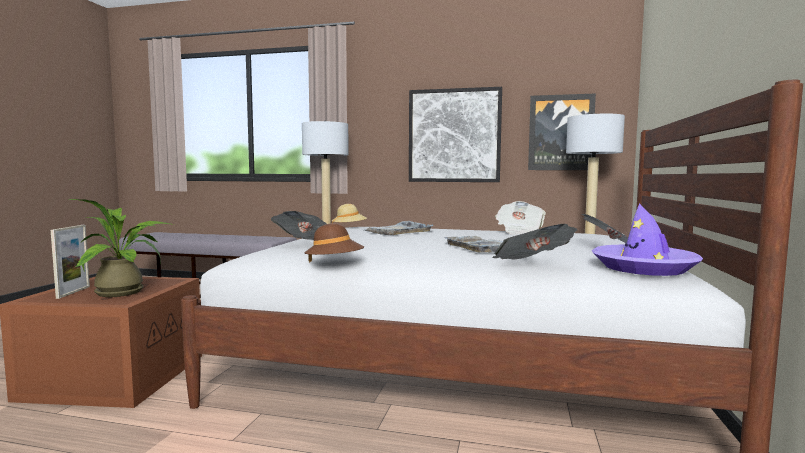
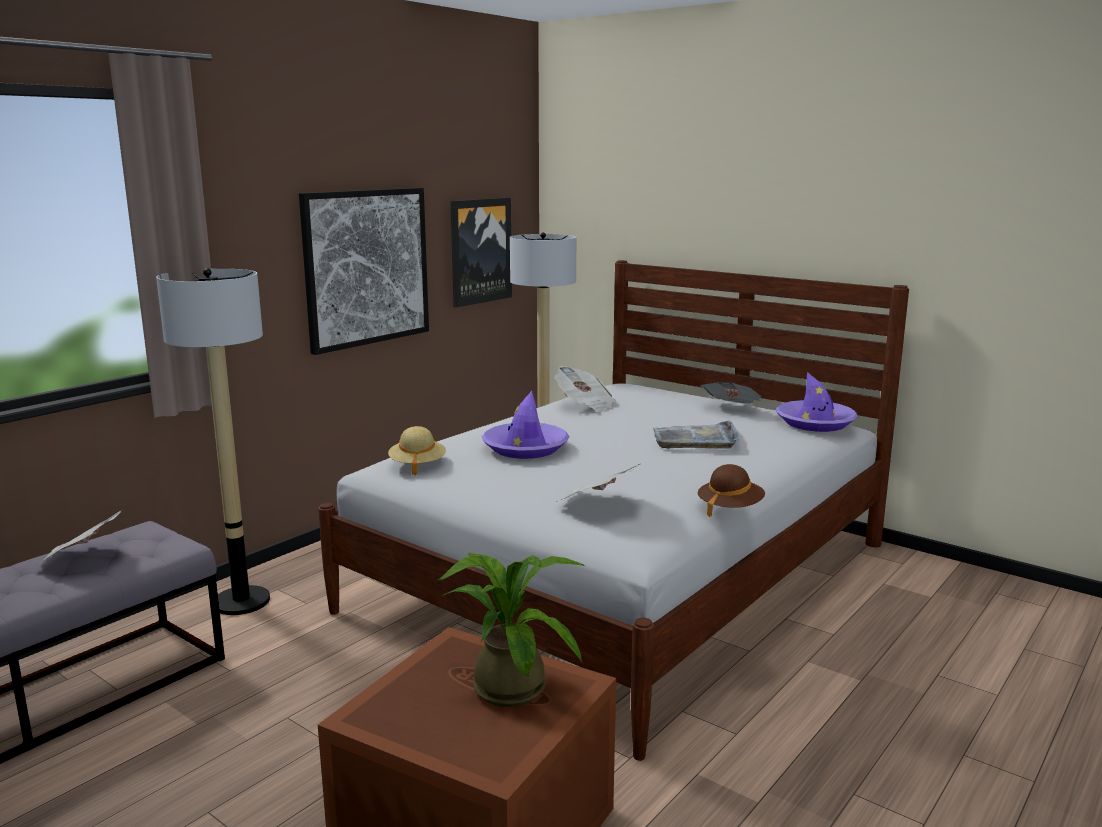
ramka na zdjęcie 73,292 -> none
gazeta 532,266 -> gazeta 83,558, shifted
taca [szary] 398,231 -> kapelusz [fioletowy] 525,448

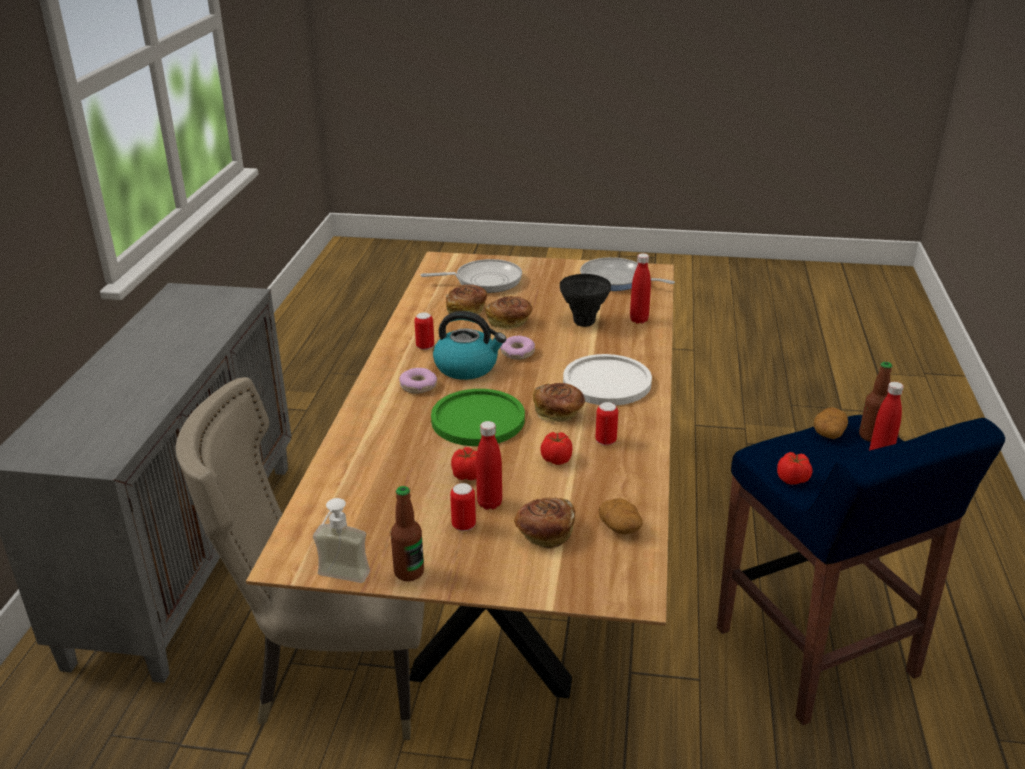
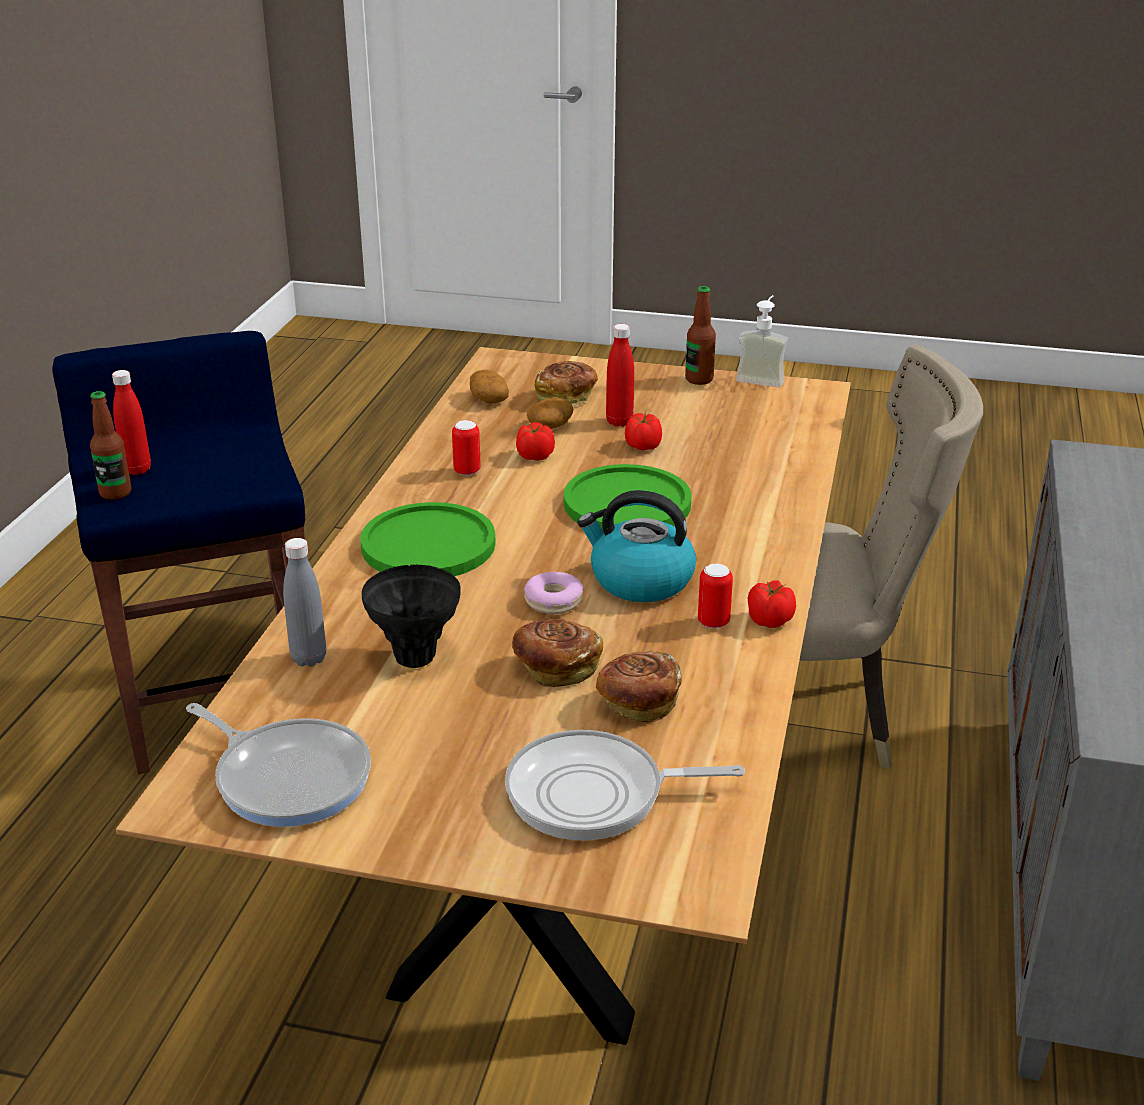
donut 418,386 -> none
puszka 463,525 -> none
chleb 559,413 -> none
pomidor 793,479 -> pomidor 769,620, shifted
ziemniak 828,432 -> ziemniak 550,426, shifted
talerz [biały] 607,382 -> talerz [zielony] 428,545
butelka [czerwony] 639,320 -> butelka [szary] 309,658

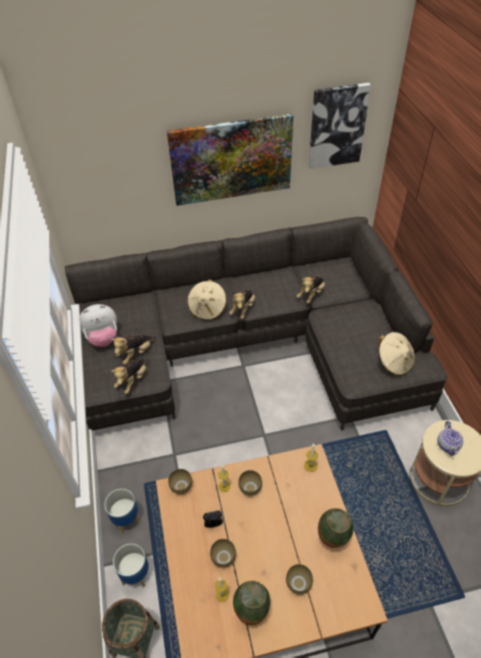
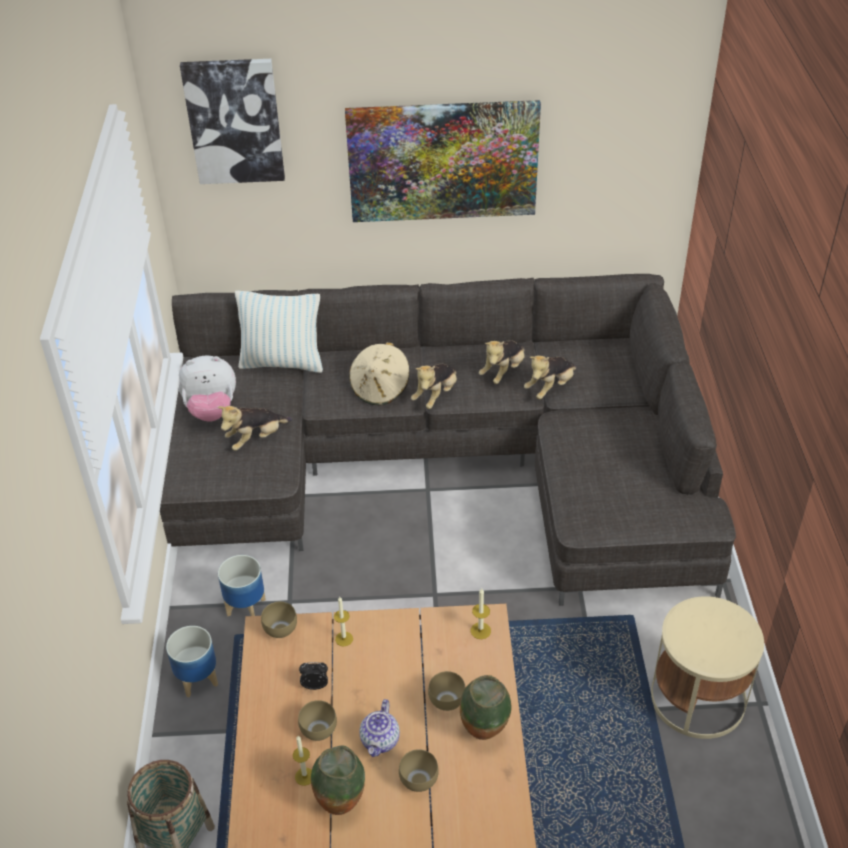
kapelusz [beżowy] 394,362 -> none
none -> poduszka 282,363
pluszak 133,380 -> pluszak 503,371, shifted
donica 135,574 -> donica 245,607, shifted
miska [brązowy] 251,487 -> miska [brązowy] 448,700, shifted
obraz 337,126 -> obraz 234,121, shifted
imbryk 448,445 -> imbryk 380,741, shifted

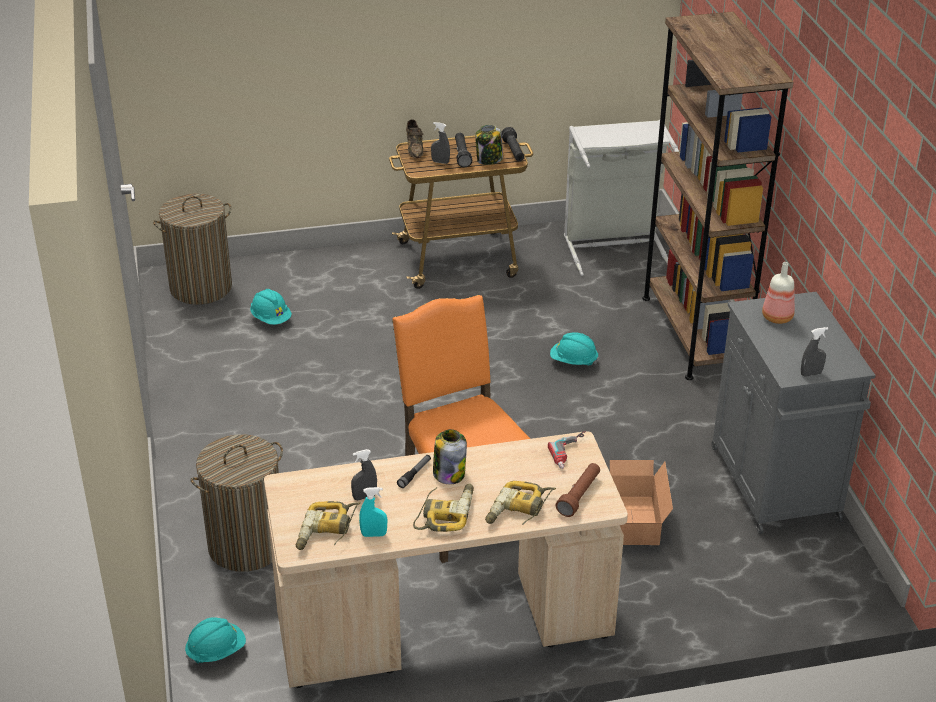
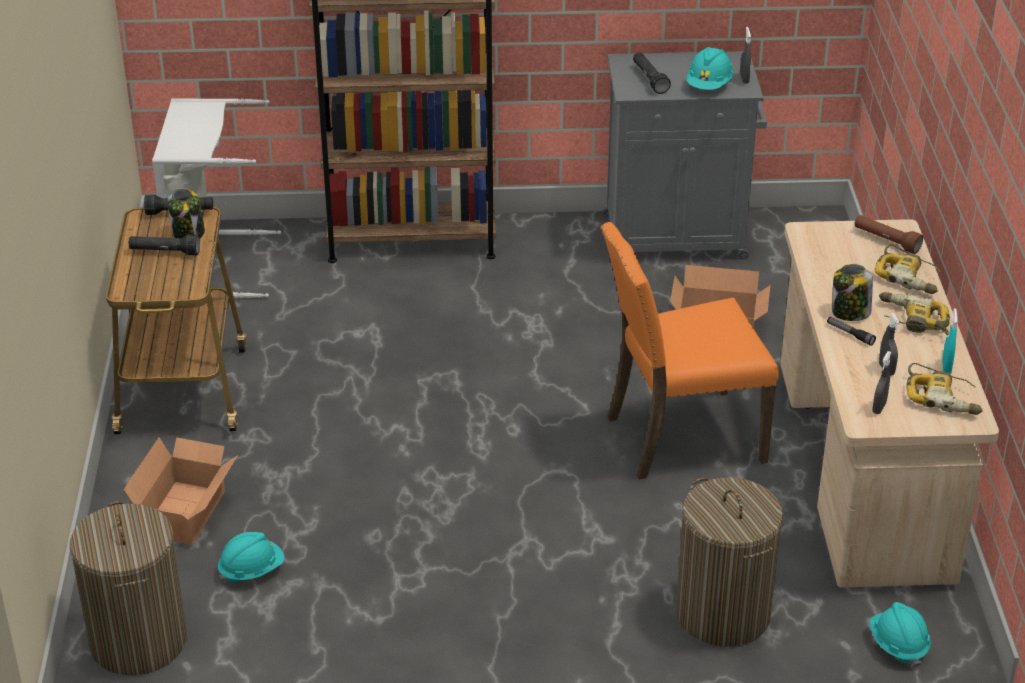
but [brązowy] 414,148 -> none
wiertarka 572,453 -> none
none -> karton 187,512
spryskiwacz [szary] 440,162 -> spryskiwacz [szary] 879,408, shifted
kask [turkusowy] 573,361 -> kask [turkusowy] 709,85, shifted
butelka 778,317 -> latarka [czarny] 649,79

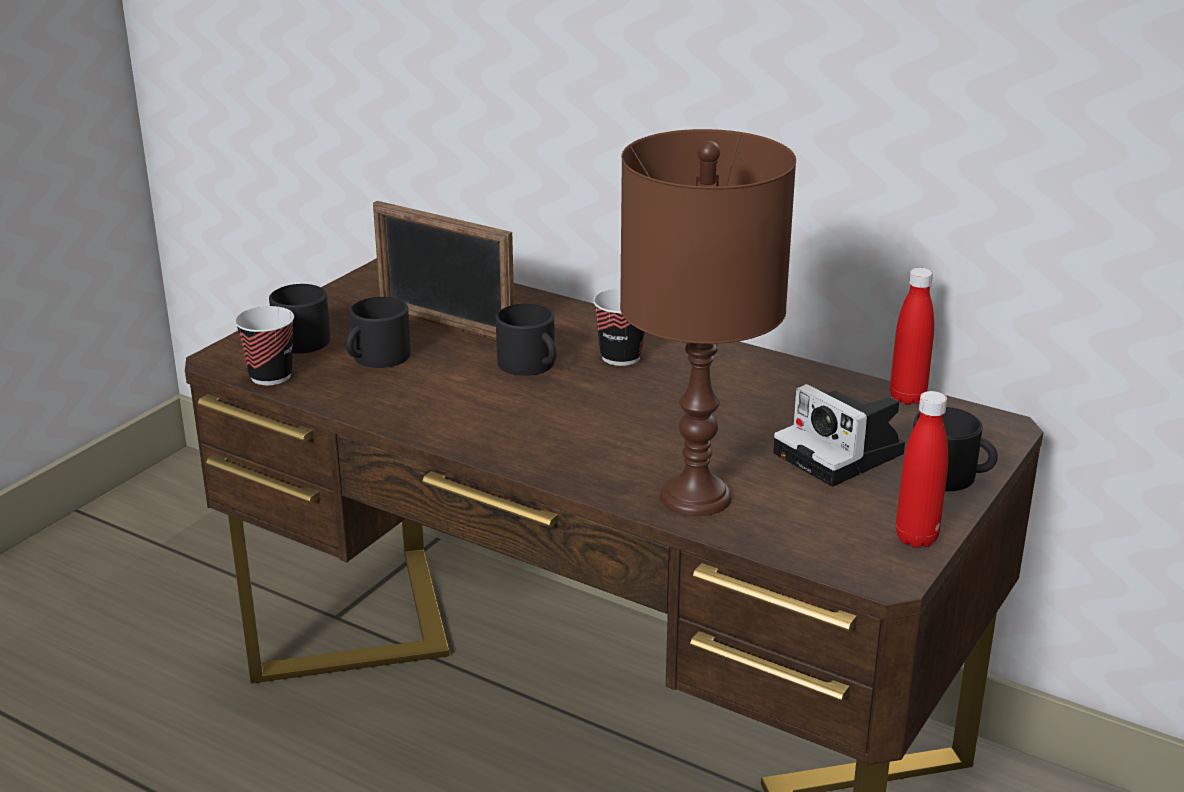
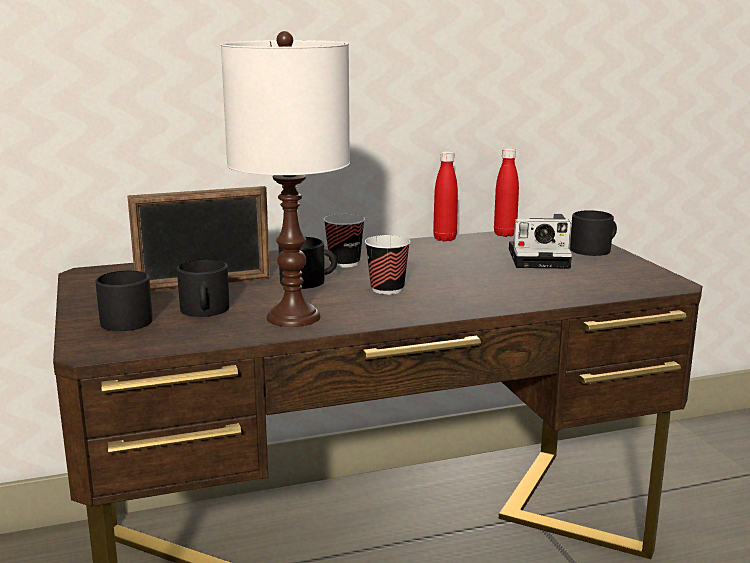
lampa stołowa [brązowy] 695,496 -> none
none -> lampa stołowa [biały] 293,317
filiżanka 271,376 -> filiżanka 387,289, shifted
butelka [czerwony] 916,538 -> butelka [czerwony] 444,239, shifted

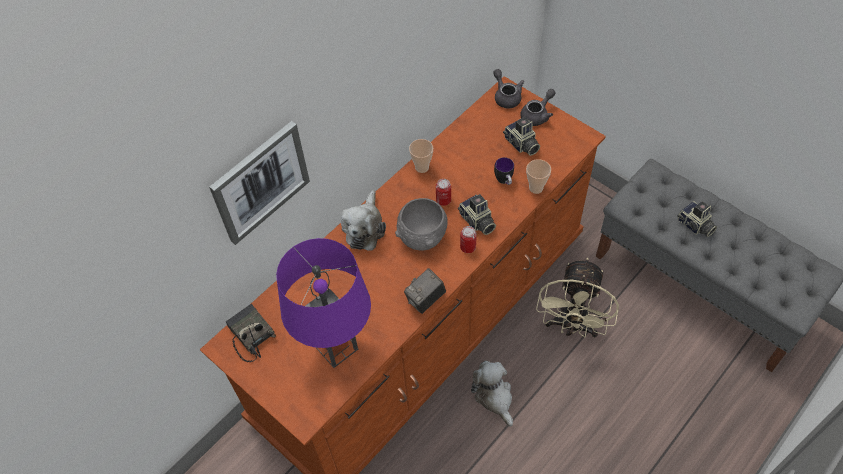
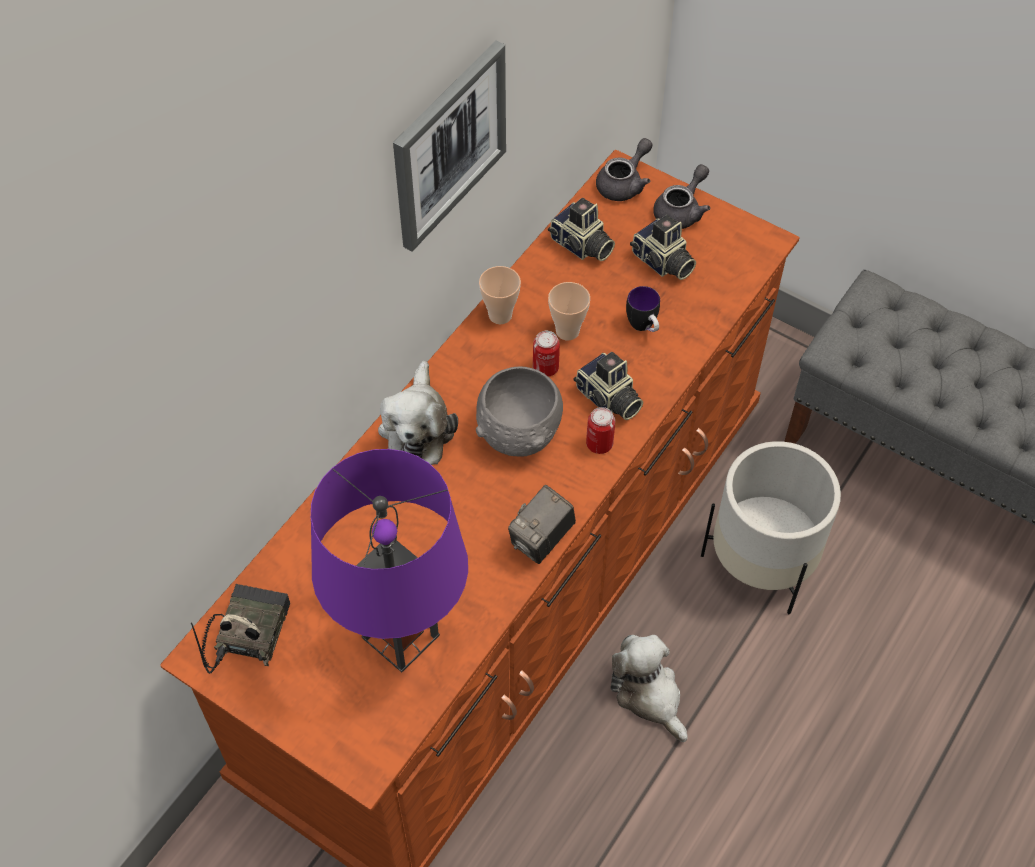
obraz 260,182 -> obraz 448,145, shifted
filiżanka 536,188 -> filiżanka 567,331, shifted
aparat fotograficzny 695,226 -> aparat fotograficzny 581,246, shifted
wentylator [beżowy] 571,326 -> donica [biały] 761,563
radio 250,336 -> radio 246,632, 60 degrees clockwise
imbryk [szary] 506,96 -> imbryk [szary] 624,184, 75 degrees clockwise

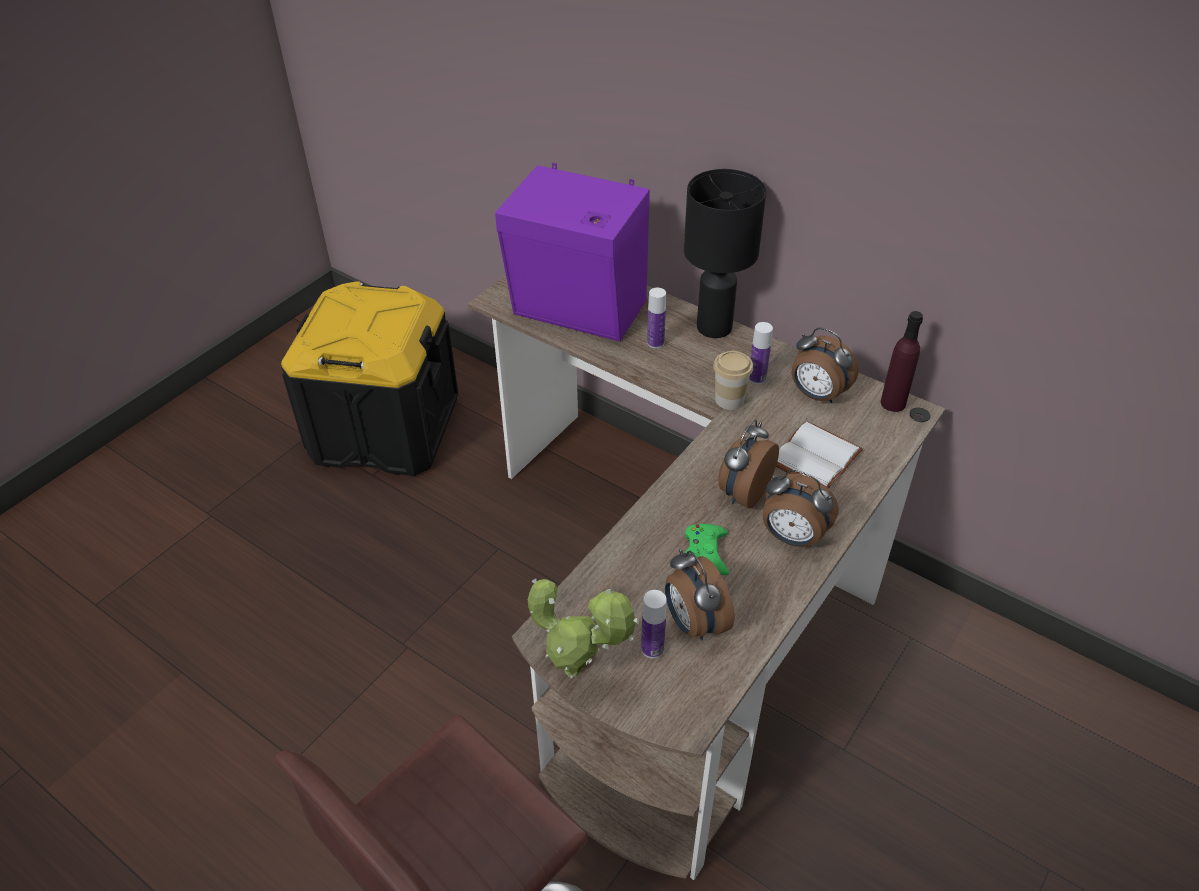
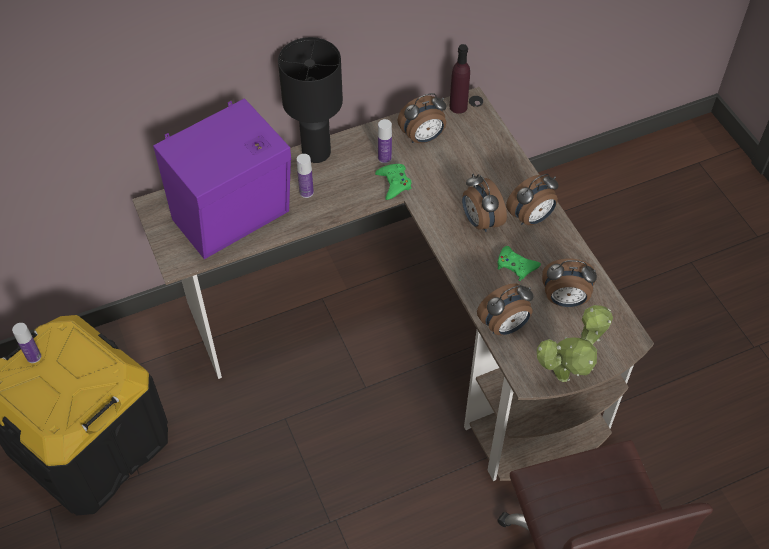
książka [biały] 814,456 -> none
none -> budzik 504,326
butelka 652,648 -> butelka 34,357, shifted
filiżanka 729,400 -> pad do gier [zielony] 394,183

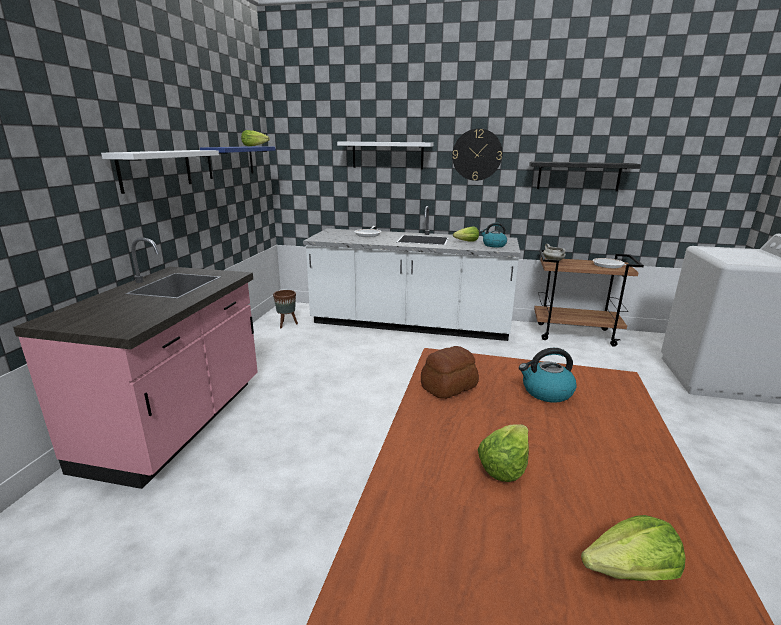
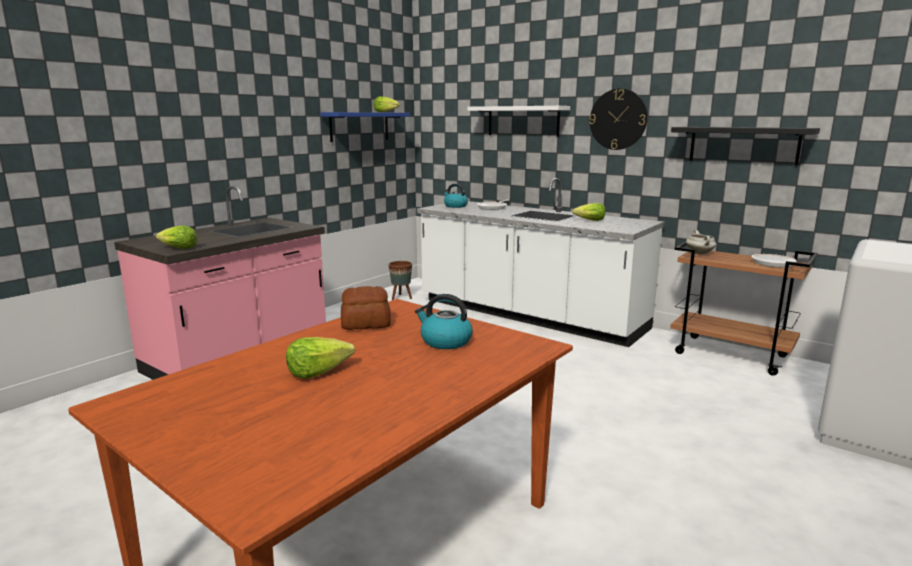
półka [biały] 156,170 -> none
czajnik 493,245 -> czajnik 455,206, shifted
sałata 631,573 -> sałata 178,248, shifted

